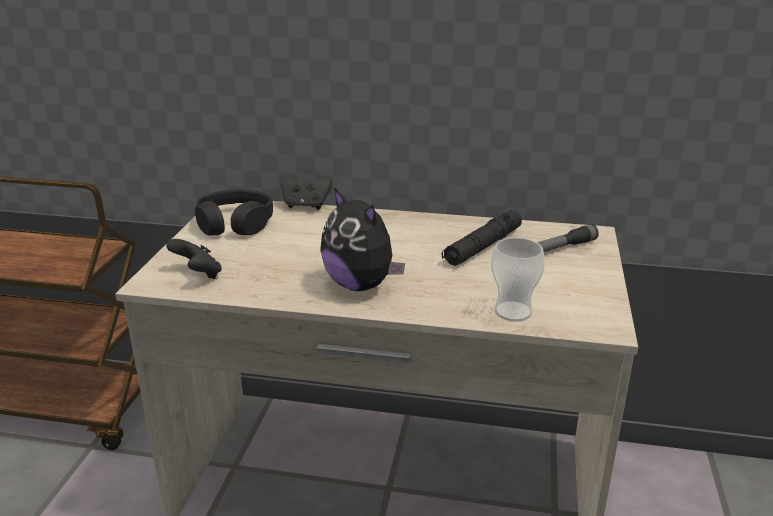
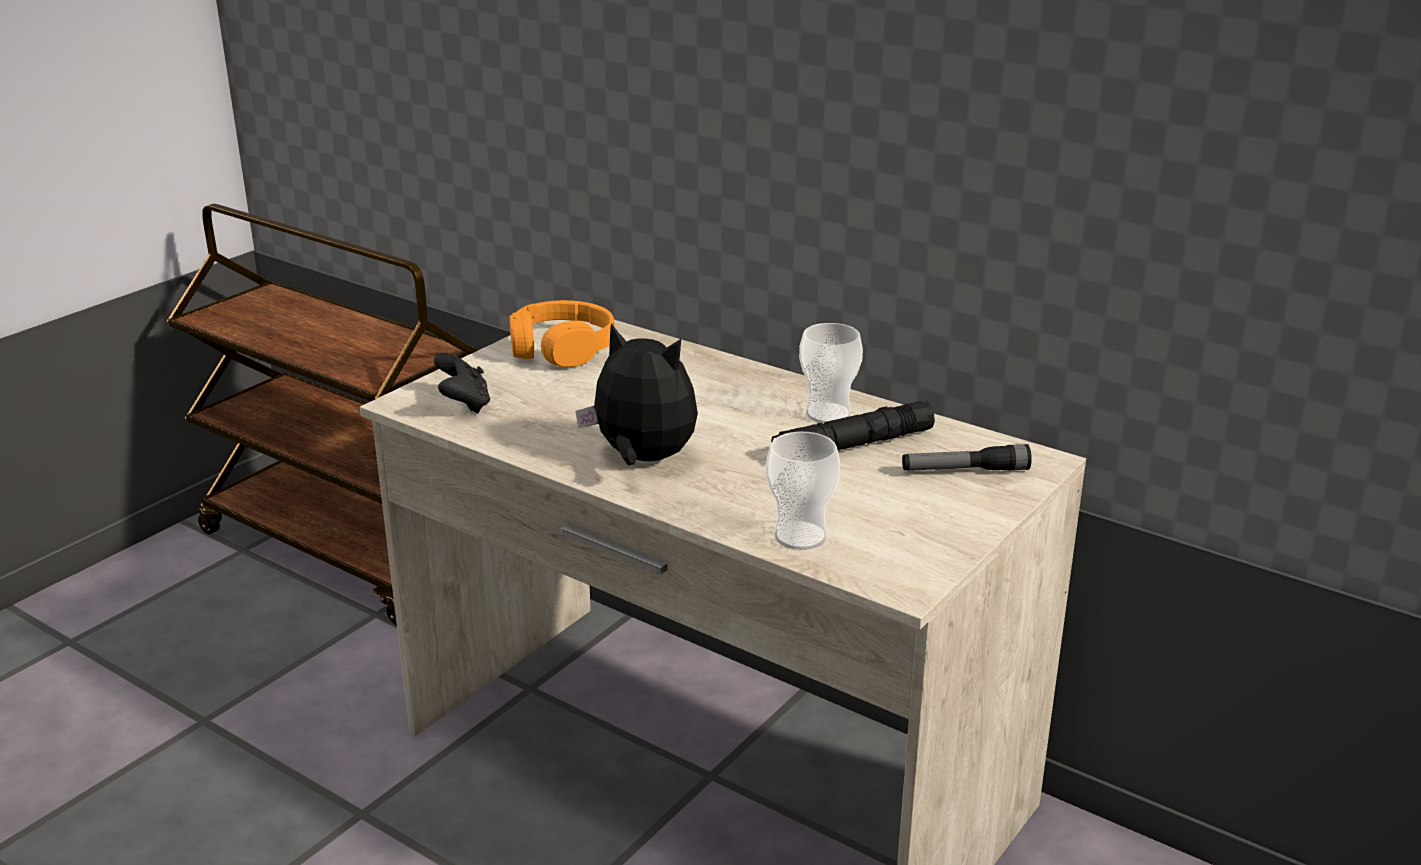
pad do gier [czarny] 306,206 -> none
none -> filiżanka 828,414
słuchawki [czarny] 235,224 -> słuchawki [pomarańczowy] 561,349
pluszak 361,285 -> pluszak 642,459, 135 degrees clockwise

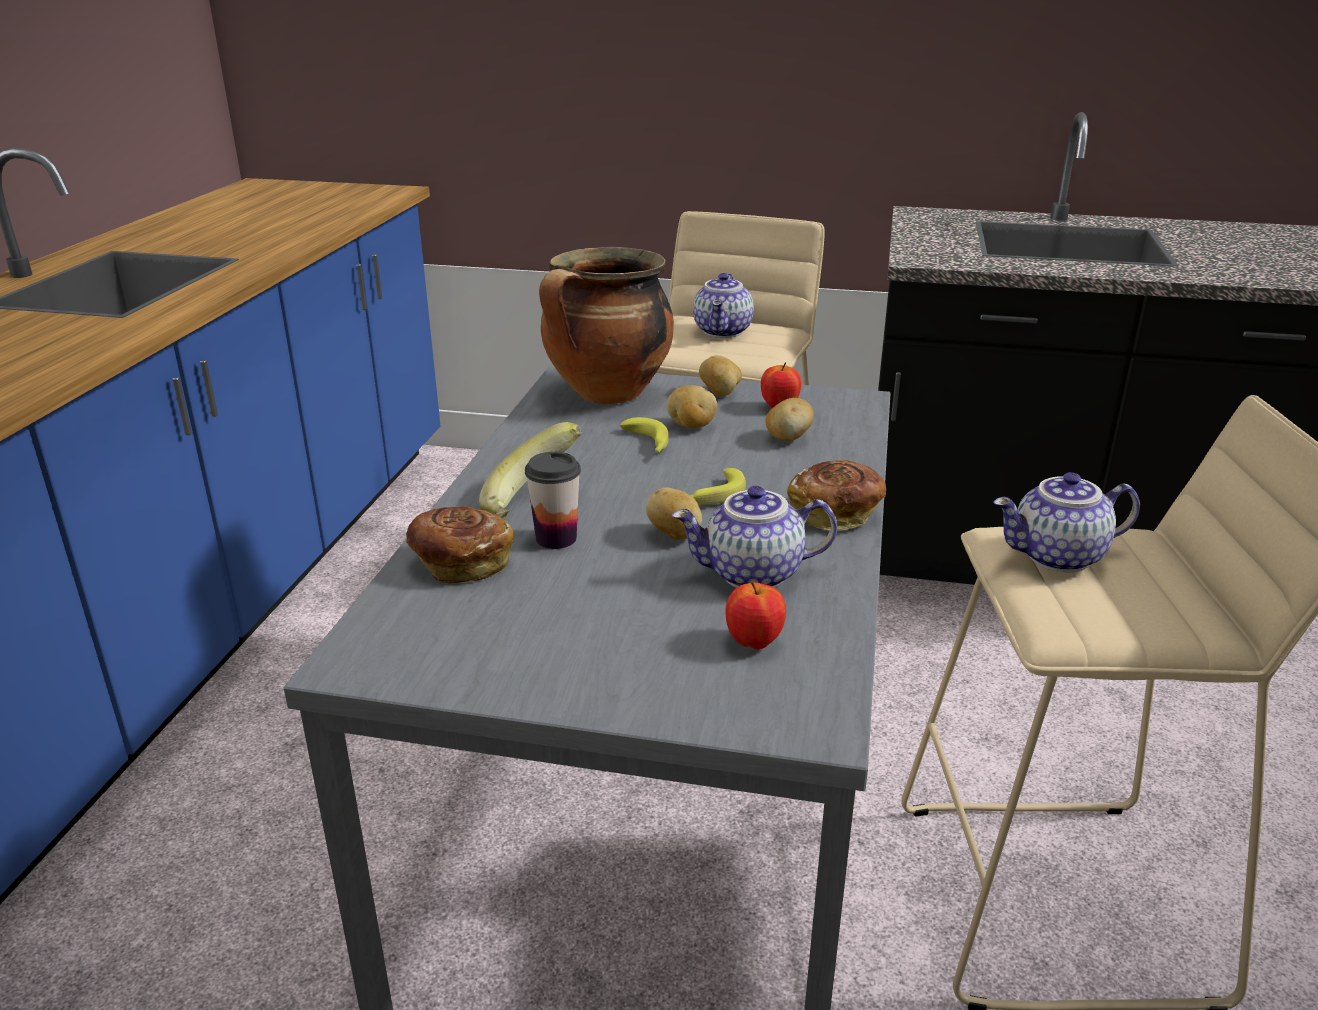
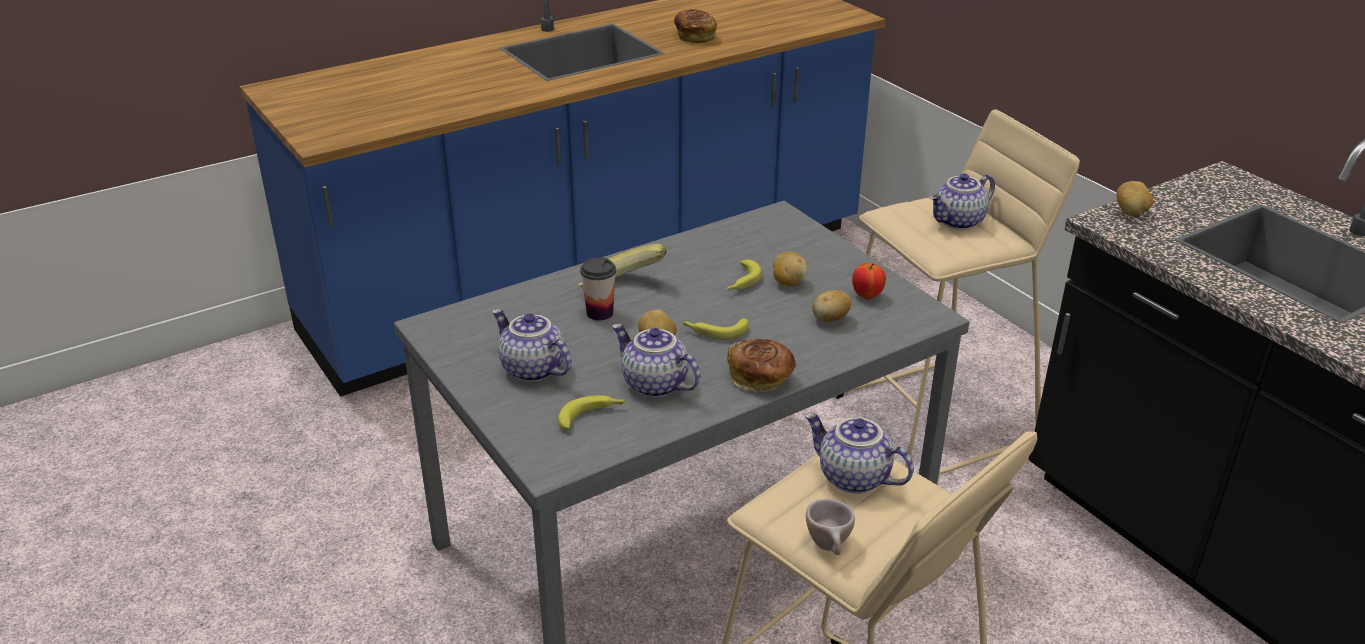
garnek 607,395 -> none
none -> imbryk 531,370
none -> filiżanka [beżowy] 830,547
chleb 460,563 -> chleb 695,36, shifted
ziemniak 720,393 -> ziemniak 1130,212, shifted
jabłko 754,642 -> banan 592,416

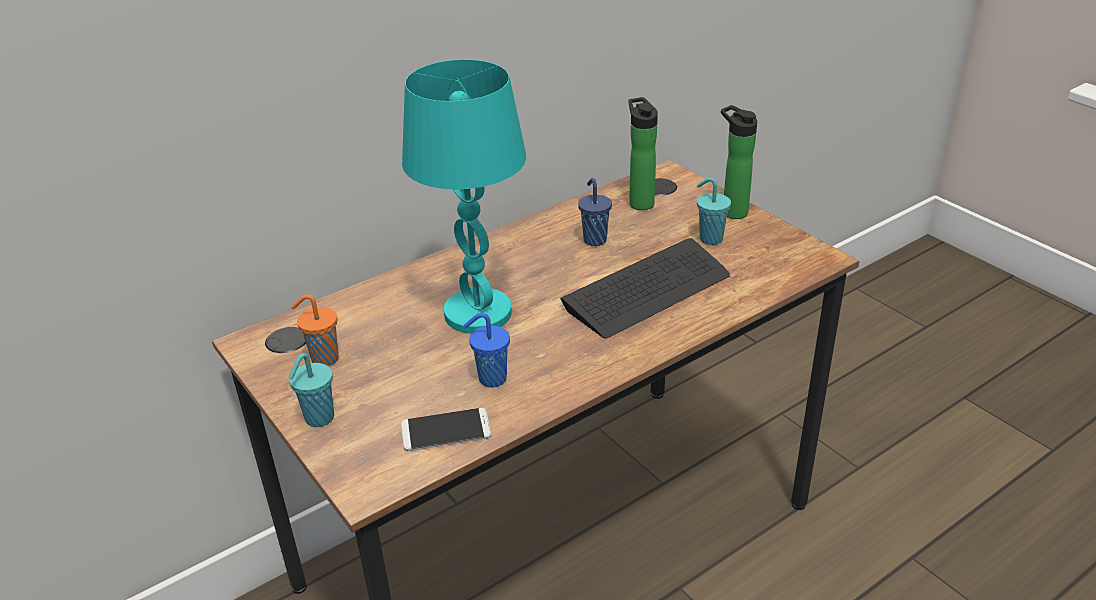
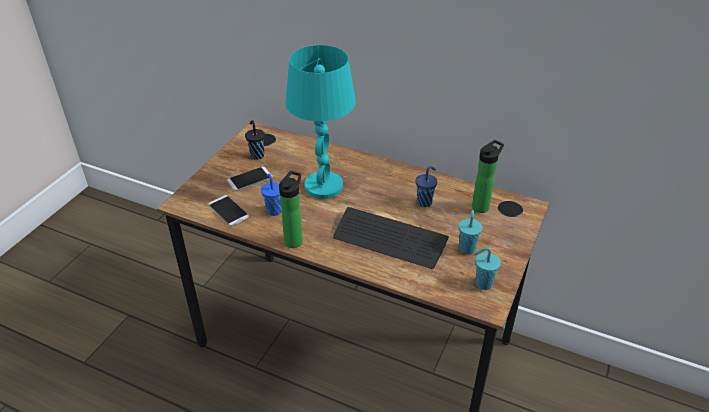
none -> telefon 249,179
filiżanka [turkusowy] 318,419 -> filiżanka [turkusowy] 482,284, shifted
butelka 731,211 -> butelka 294,240, shifted
filiżanka [pomarańczowy] 323,359 -> filiżanka [czarny] 257,155

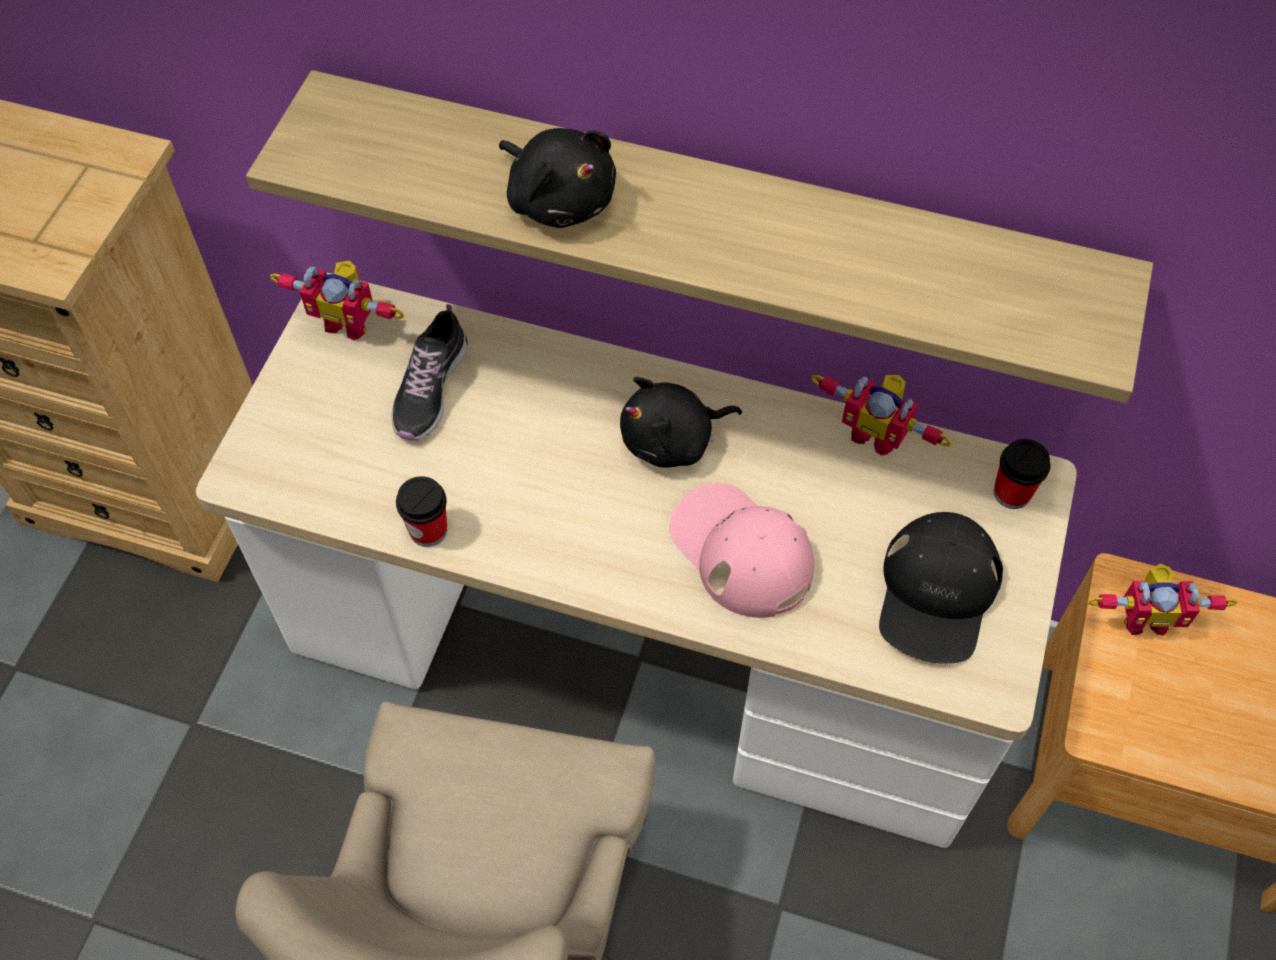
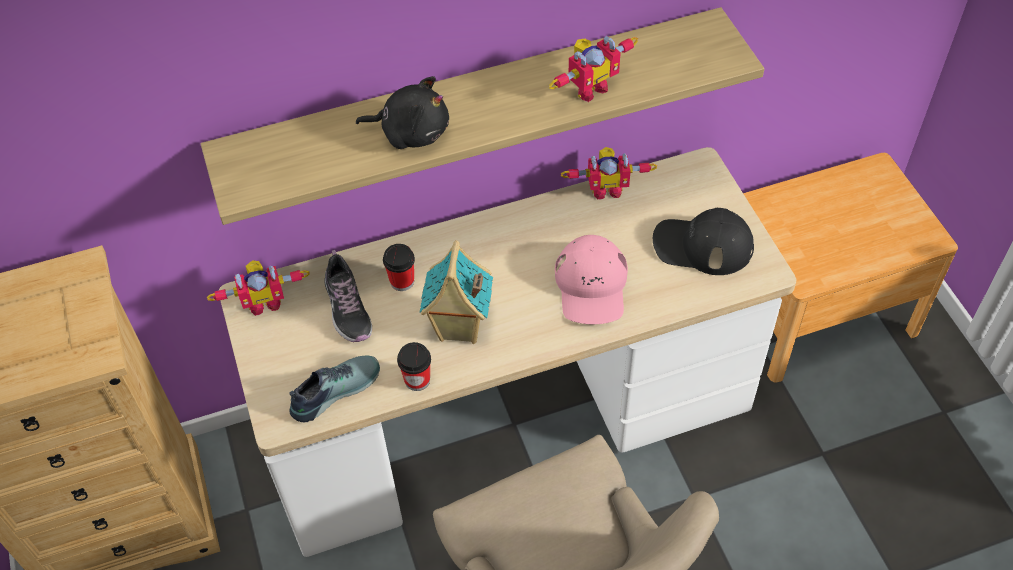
pluszak [czarny] 672,440 -> none
none -> but 334,390
none -> domek 459,328
filiżanka 1012,493 -> filiżanka 402,281, shifted
robot zabawkowy 1145,617 -> robot zabawkowy 588,87, shifted
czapka z daszkiem [różowy] 741,551 -> czapka z daszkiem [różowy] 591,286, 105 degrees counterclockwise
czapka z daszkiem [czarny] 936,593 -> czapka z daszkiem [czarny] 702,246, 120 degrees clockwise

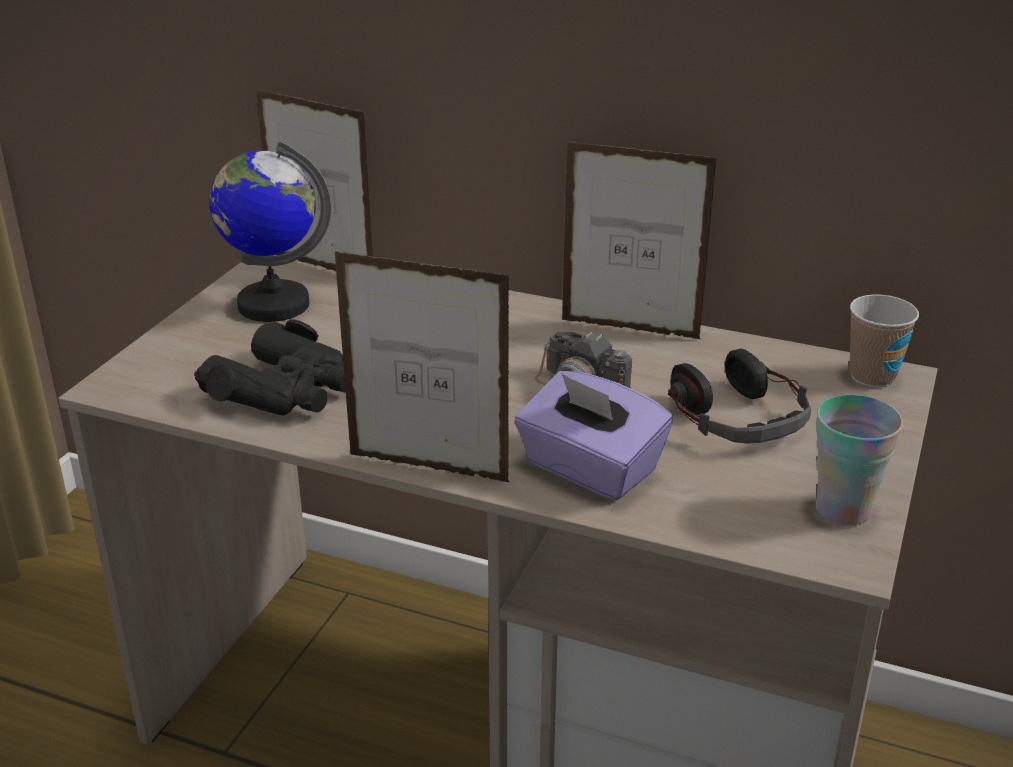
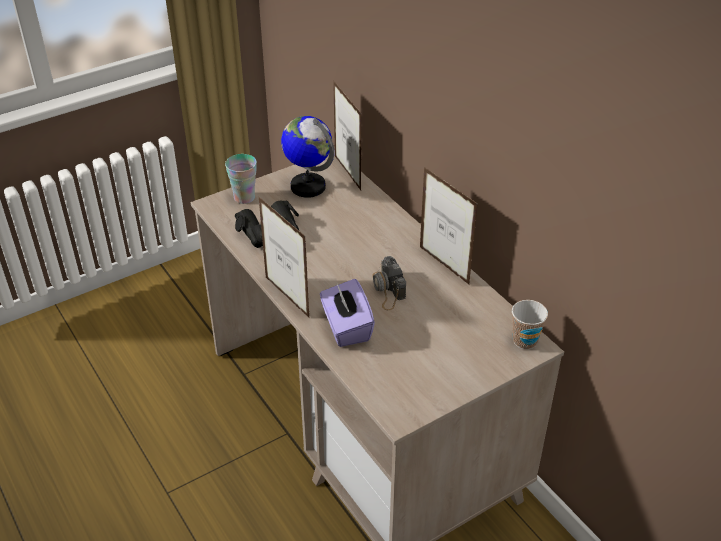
słuchawki 738,417 -> none
filiżanka 843,510 -> filiżanka 244,198, shifted

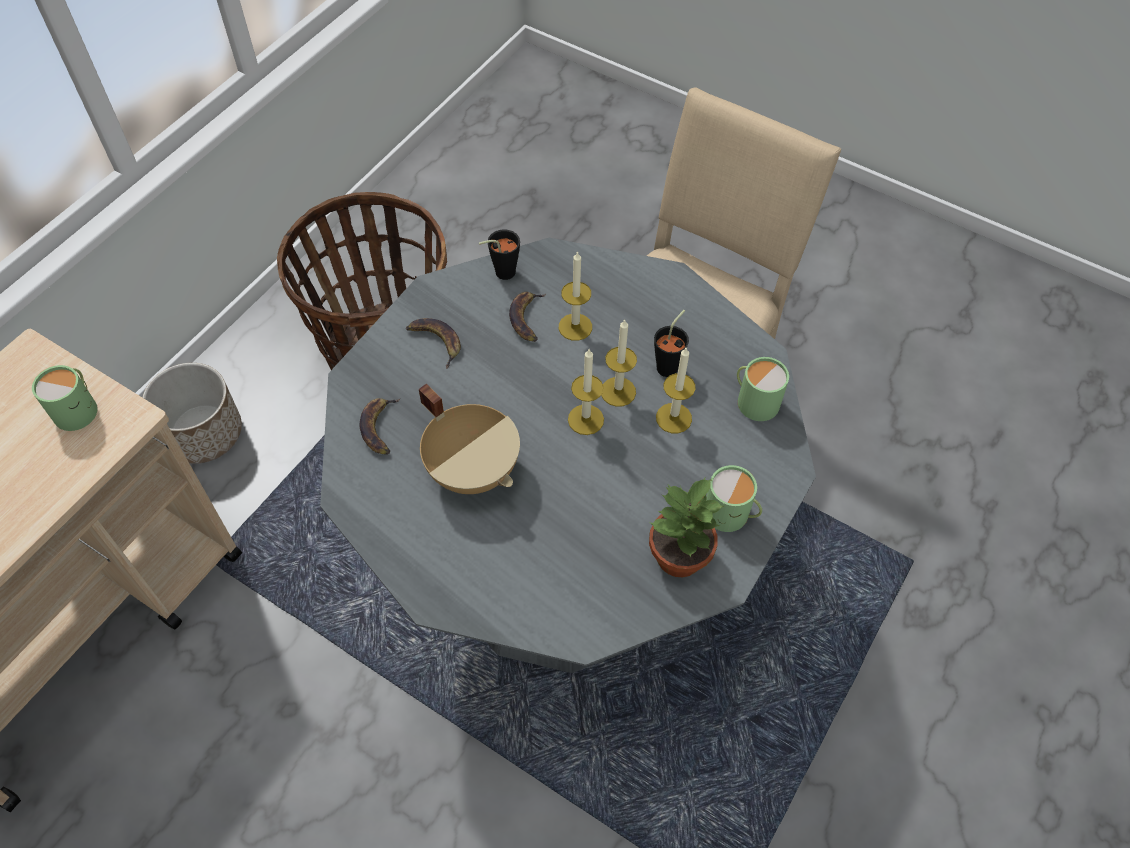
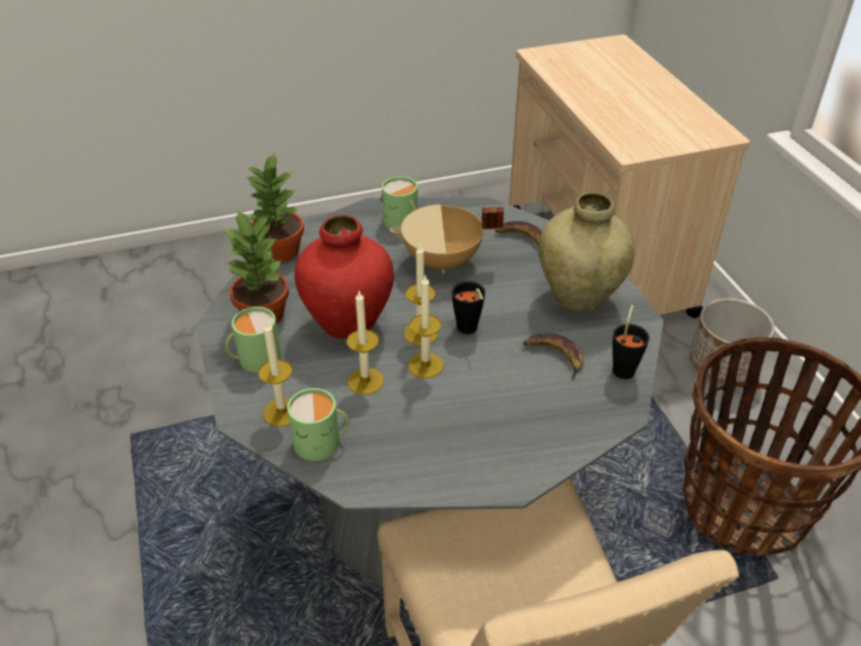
none -> roślina doniczkowa 279,252
none -> wazon [czerwony] 348,323
kubek [zielony] 78,408 -> kubek [zielony] 402,223, shifted
świeca 575,327 -> świeca 282,412, shifted
filiżanka [czarny] 670,365 -> filiżanka [czarny] 468,330, shifted
banan 435,341 -> wazon [beżowy] 578,296

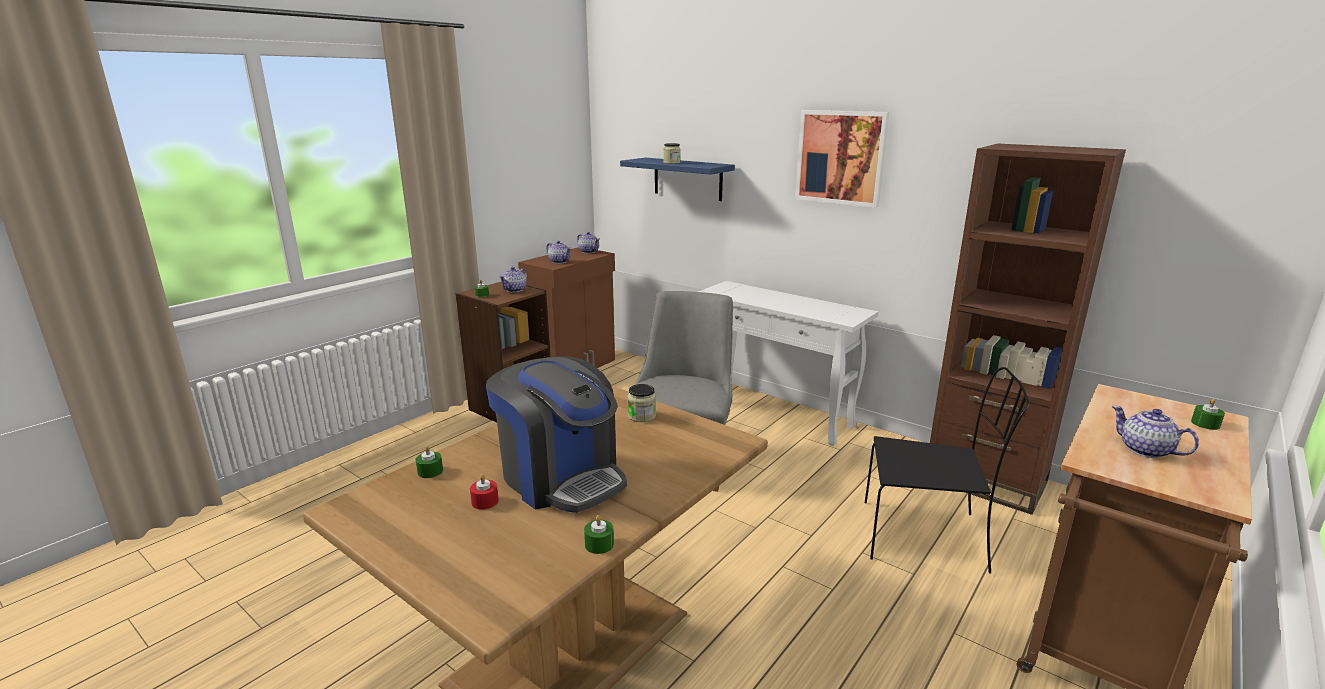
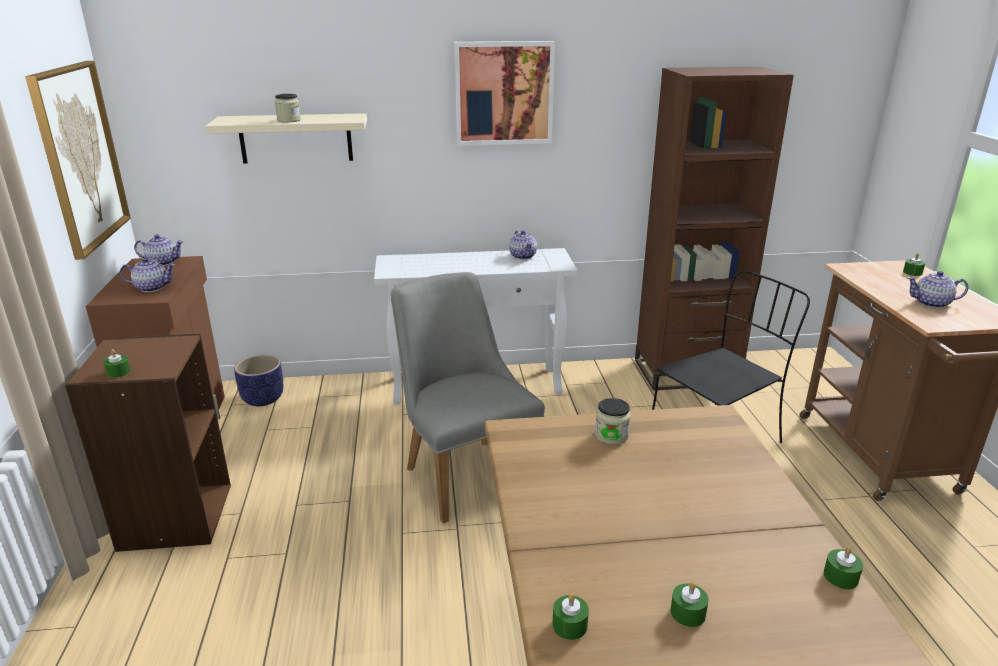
ekspres do kawy 561,477 -> none
none -> obraz 80,157
none -> donica 262,399
imbryk 515,290 -> imbryk 523,256, shifted
świeca [czerwony] 485,501 -> świeca [zielony] 687,613
półka [niebieski] 687,179 -> półka [beżowy] 296,138

